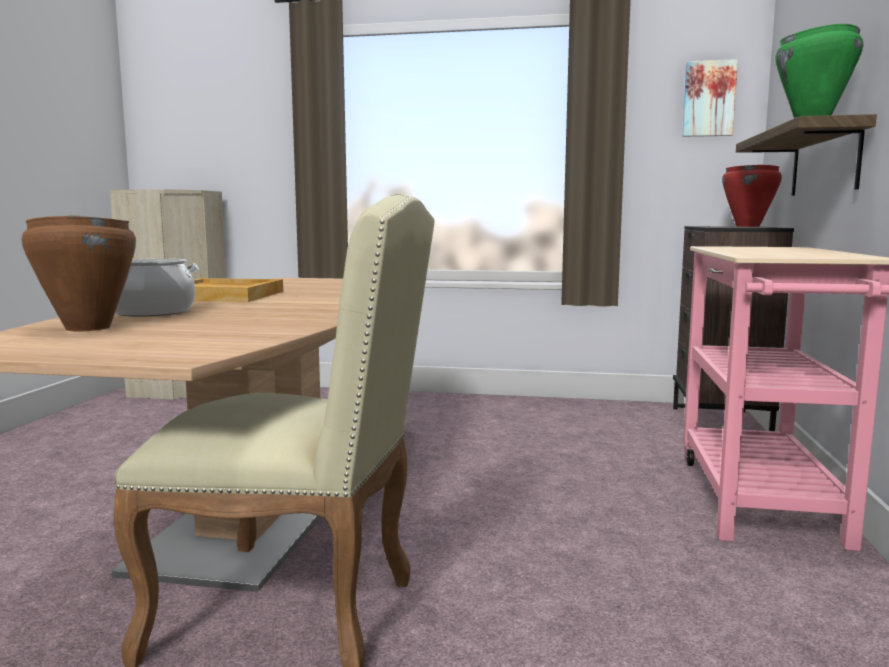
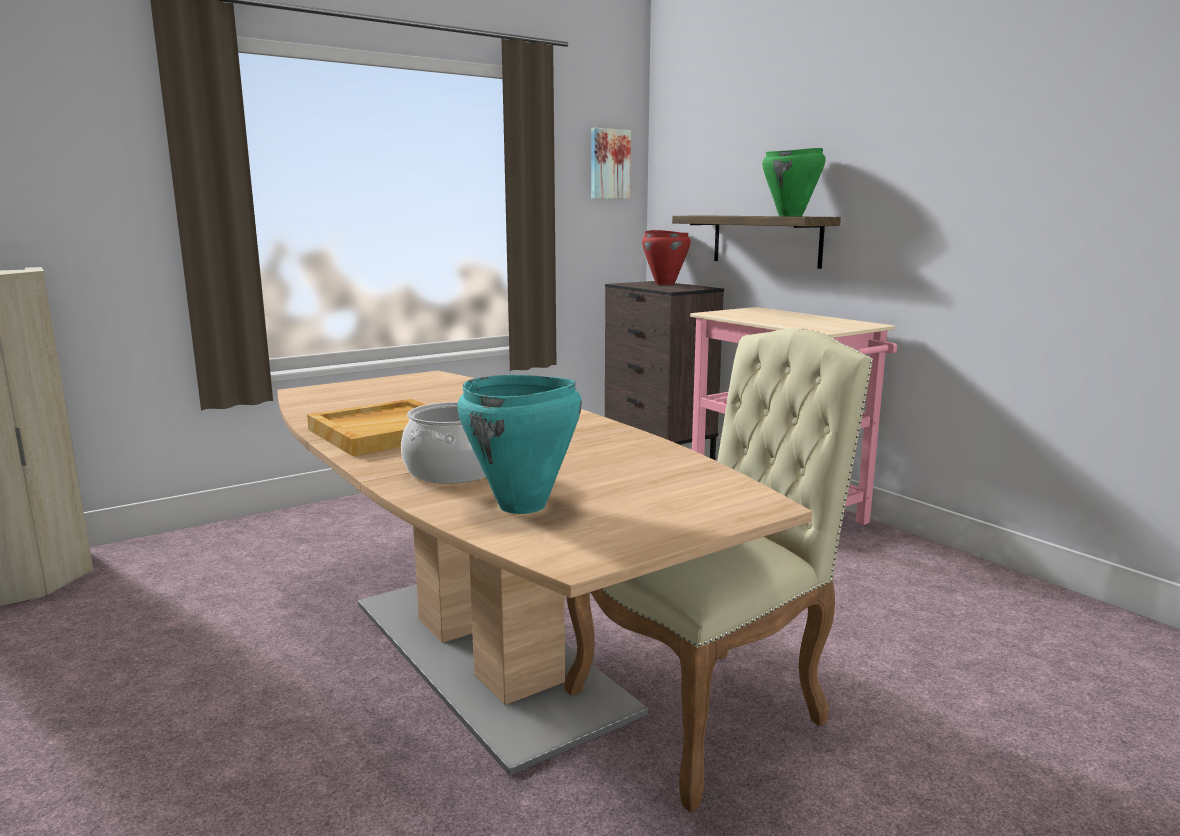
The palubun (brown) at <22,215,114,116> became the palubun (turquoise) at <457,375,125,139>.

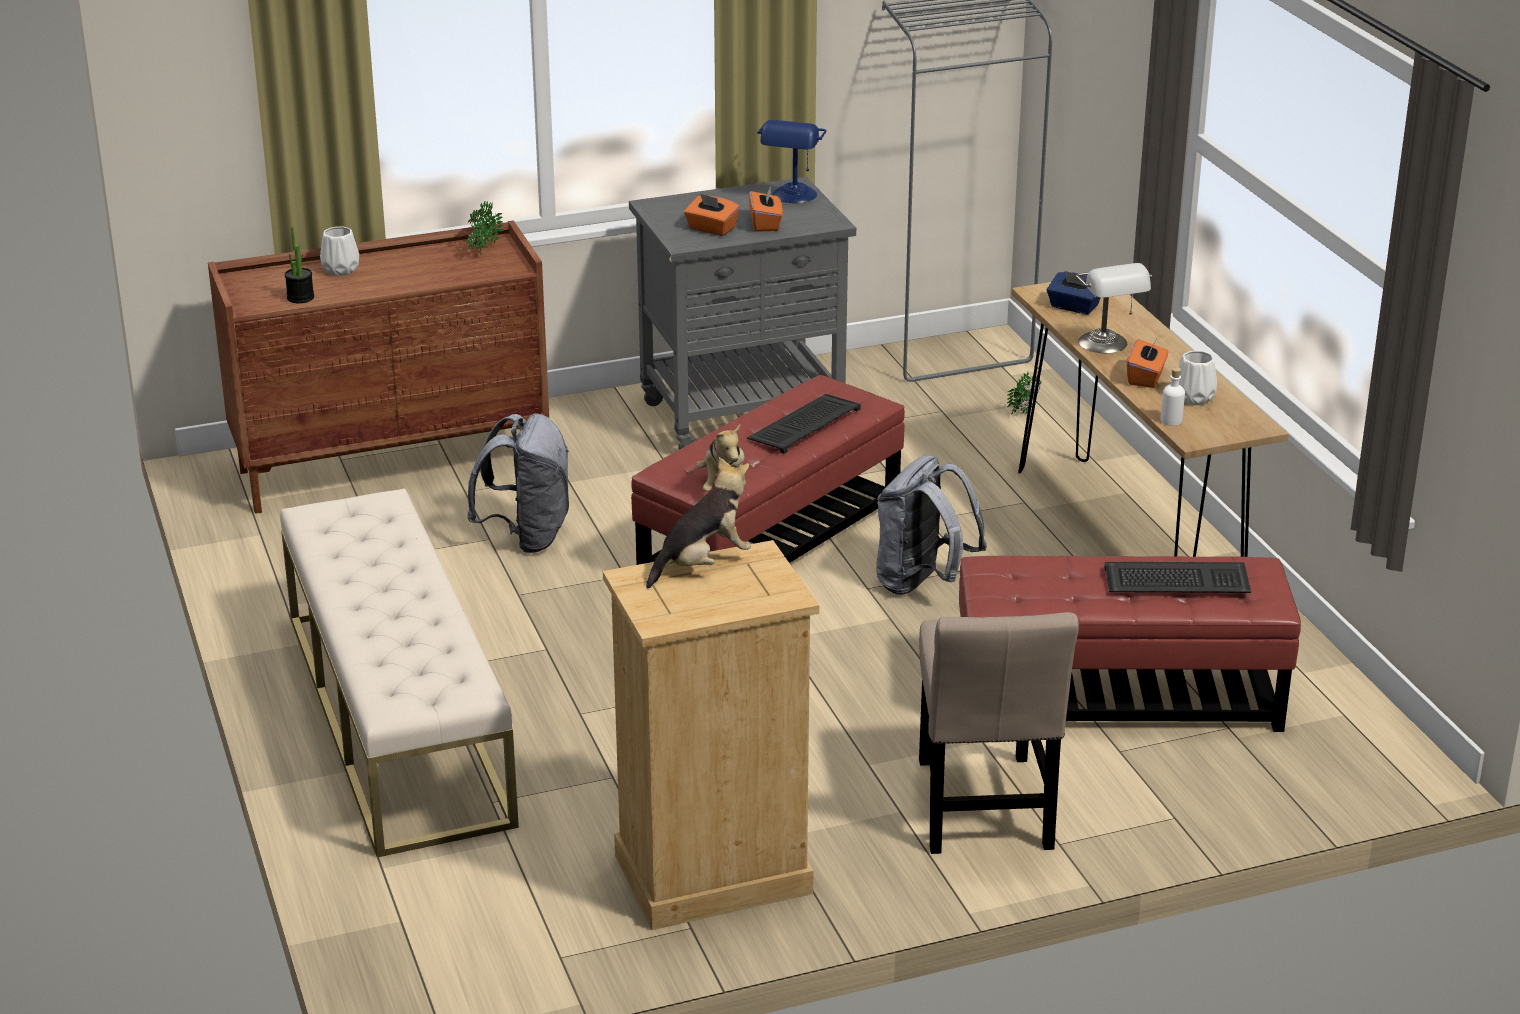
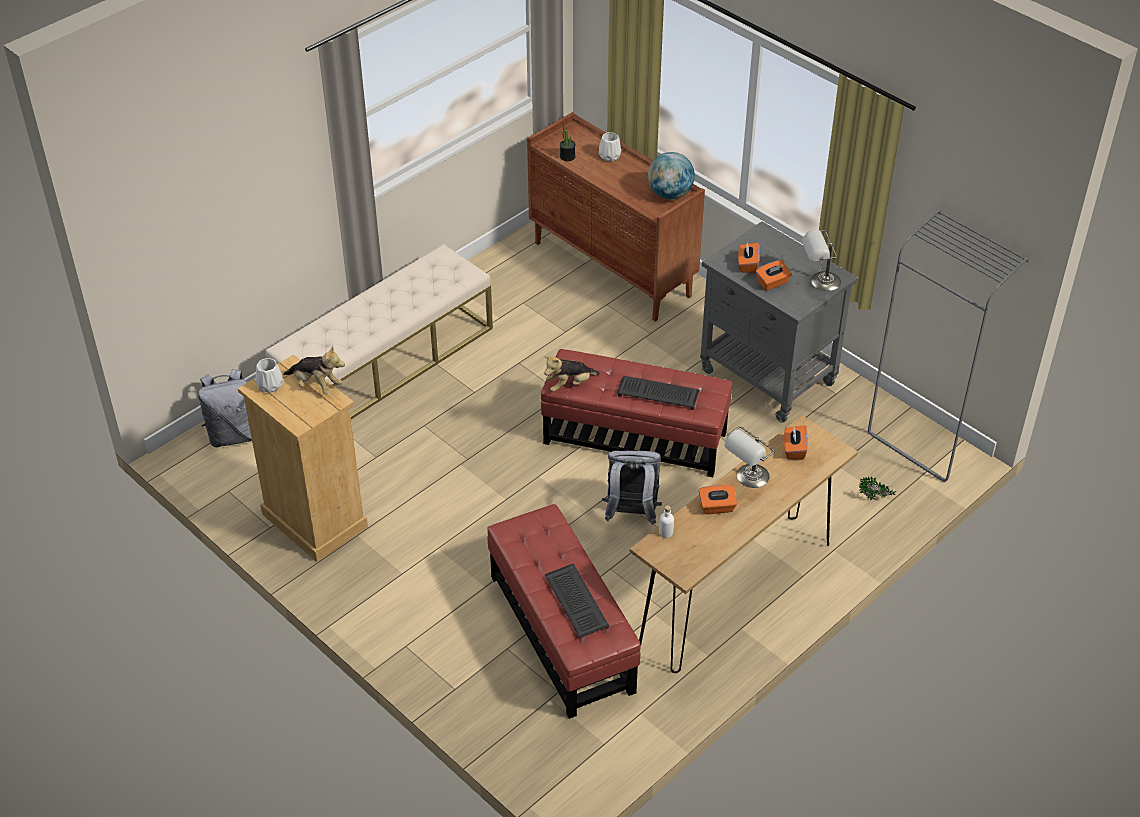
The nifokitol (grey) moved from <467,413,102,140> to <198,369,54,78>.
The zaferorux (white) moved from <1178,351,39,54> to <256,358,27,35>.
The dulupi at <467,200,36,55> was replaced by the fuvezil at <648,152,47,47>.
The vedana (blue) at <1047,270,53,45> became the vedana (orange) at <784,425,24,35>.
The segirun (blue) at <757,120,70,83> became the segirun (white) at <802,229,39,62>.
The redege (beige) at <919,612,160,242> disappeared.

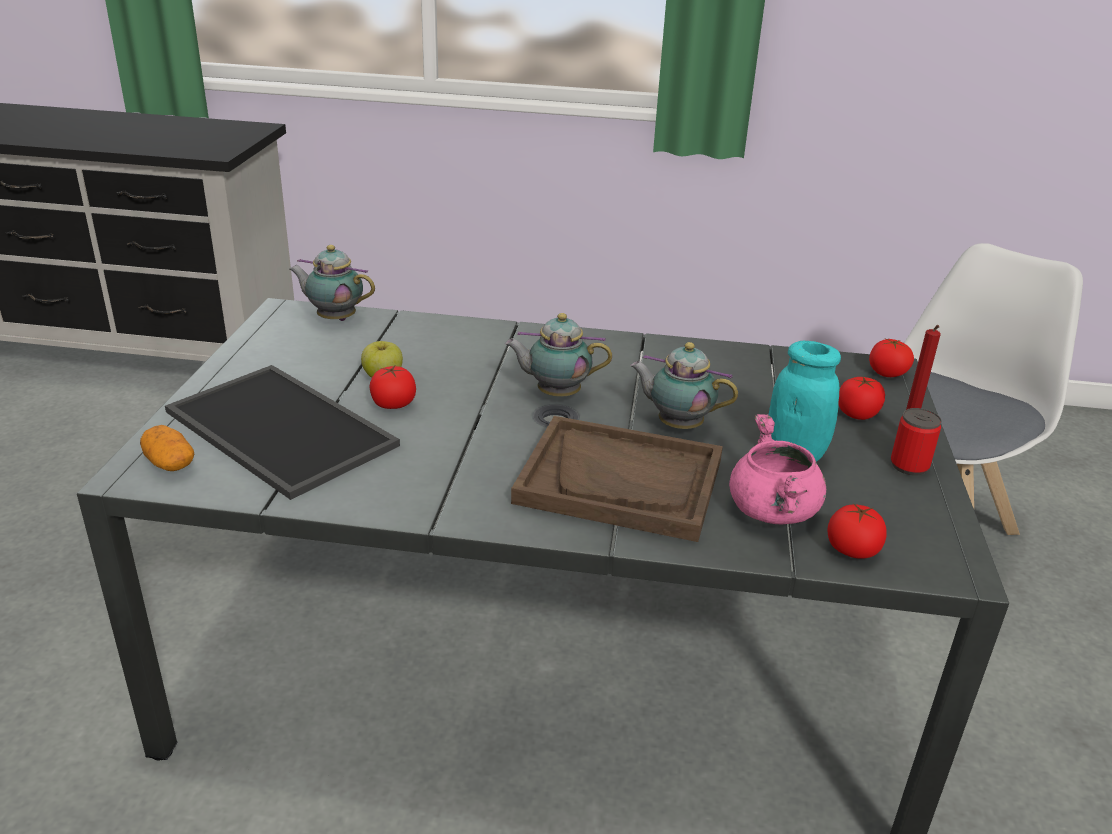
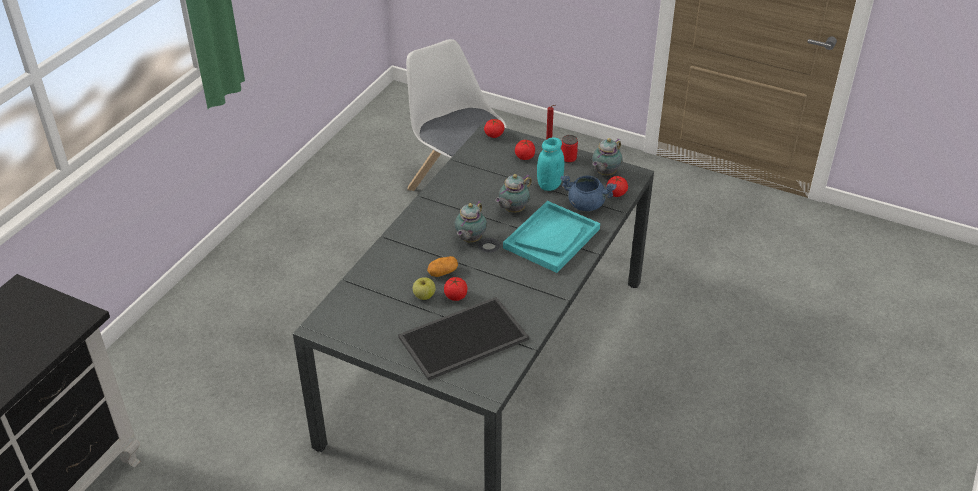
The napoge moved from <140,425,55,46> to <427,256,31,21>.
The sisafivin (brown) at <511,416,212,126> became the sisafivin (turquoise) at <503,201,97,72>.
The palubun (pink) at <729,414,97,110> became the palubun (blue) at <560,175,57,36>.
The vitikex moved from <289,245,86,76> to <592,138,31,38>.

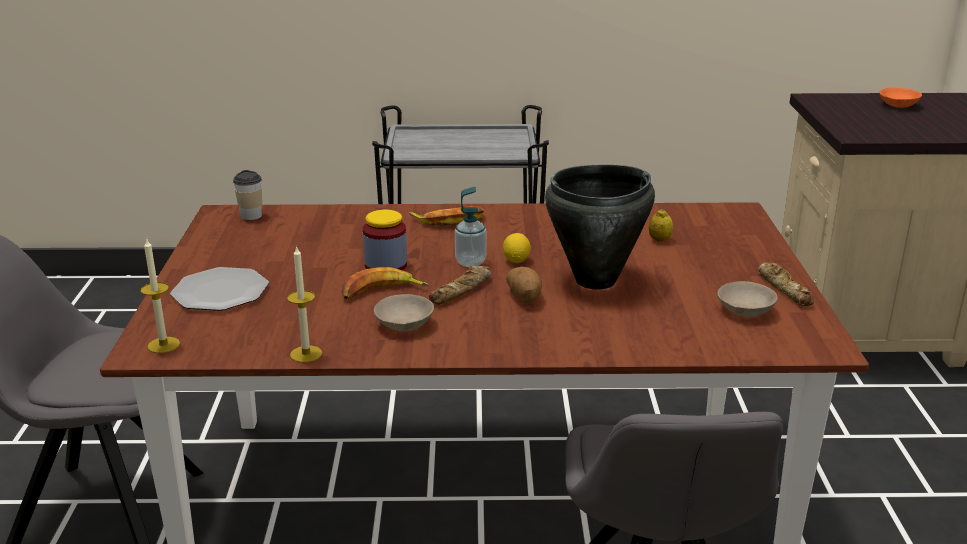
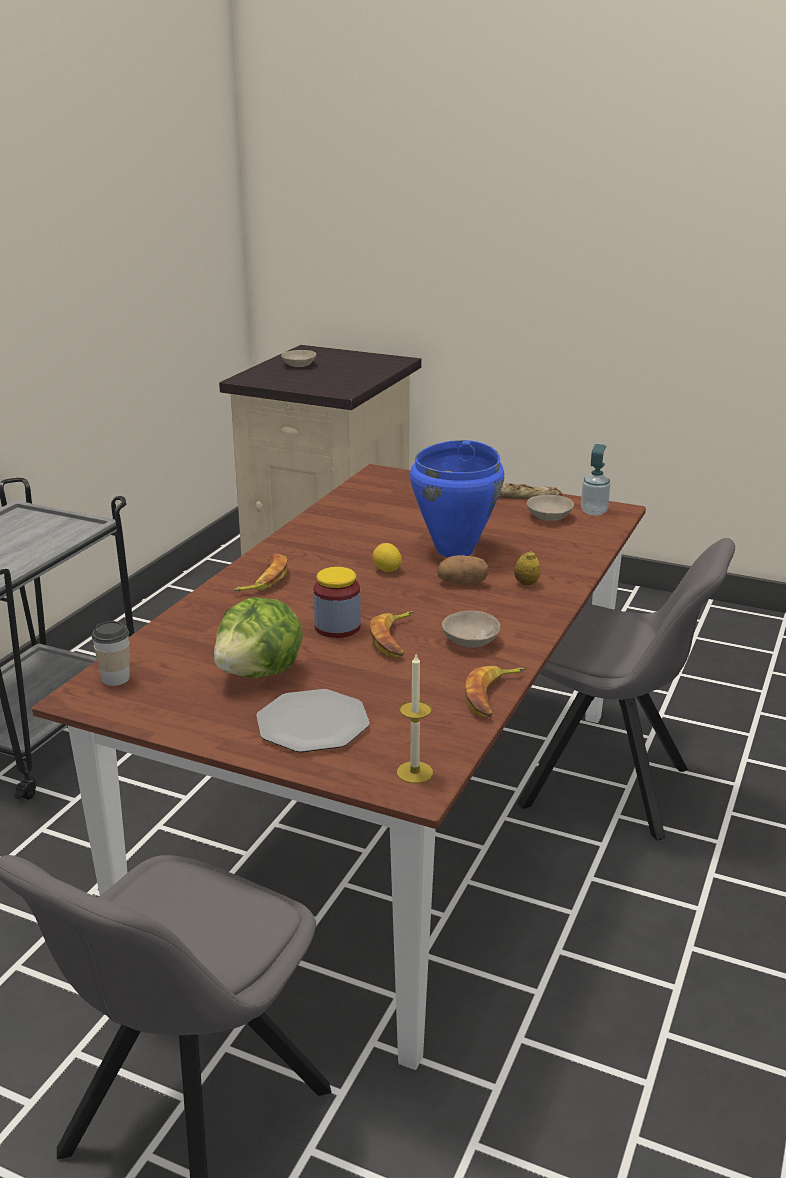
The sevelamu at <214,597,89,81> appeared.
The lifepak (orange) at <879,88,43,20> became the lifepak (beige) at <281,350,35,17>.
The palubun (black) at <545,165,110,124> became the palubun (blue) at <410,440,94,117>.
The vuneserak at <287,245,35,118> was replaced by the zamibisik at <465,666,61,51>.
The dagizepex moved from <649,210,24,32> to <514,551,27,34>.
The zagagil moved from <455,187,32,80> to <581,444,29,72>.
The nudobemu at <429,266,62,39> disappeared.

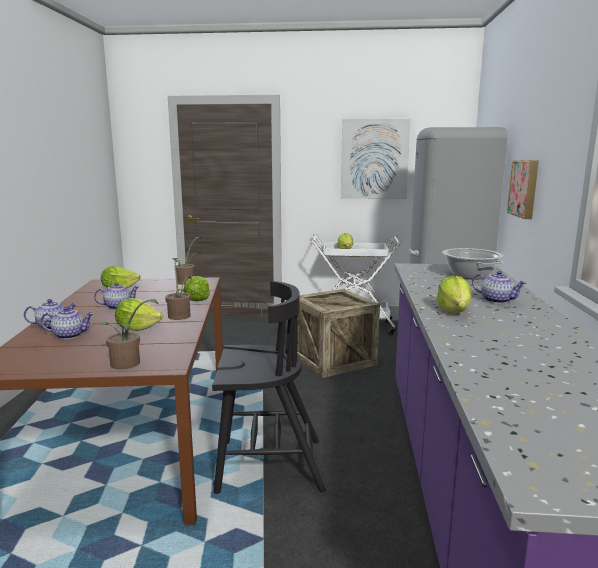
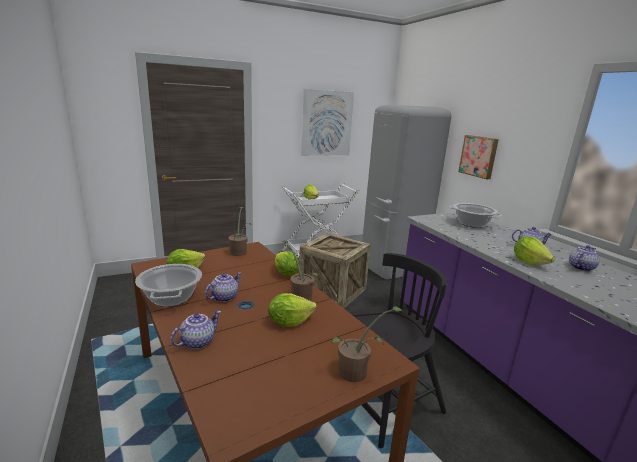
The palubun at <135,264,67,43> appeared.
The vitikex moved from <40,307,54,32> to <569,245,31,26>.

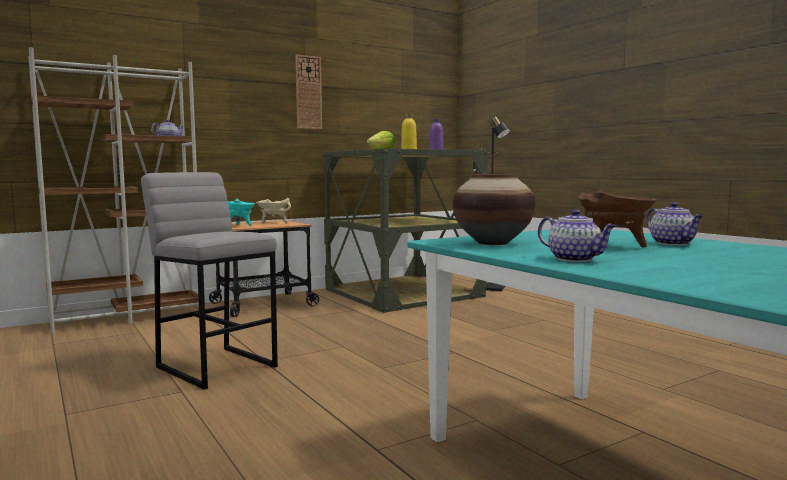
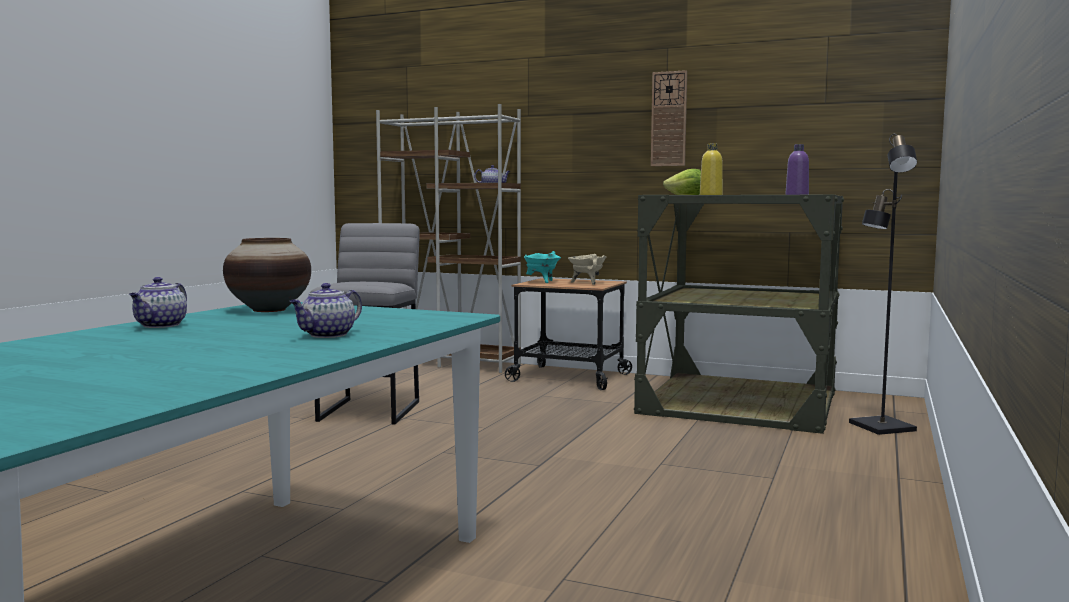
The palubun (brown) at <578,188,79,60> disappeared.

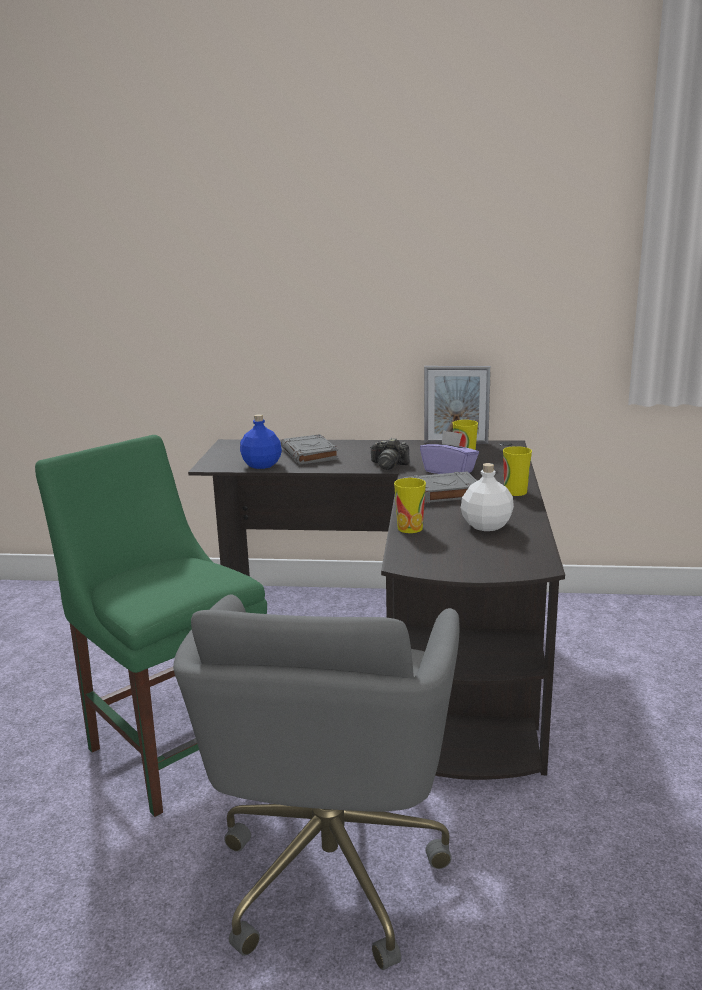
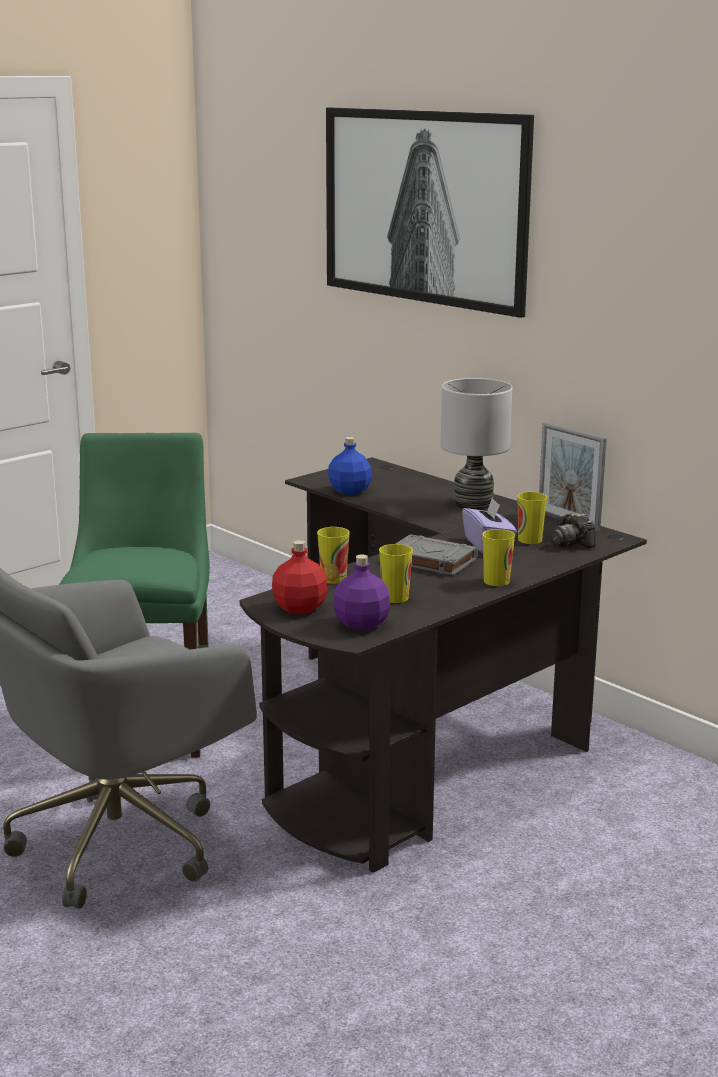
The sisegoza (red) at <272,540,56,74> appeared.
The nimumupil at <326,108,208,210> appeared.
The sisegoza (purple) at <334,554,56,77> appeared.
The sisegoza (white) at <461,463,53,68> was replaced by the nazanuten at <379,544,34,59>.
The segirun (grey) at <441,378,71,131> appeared.
The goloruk moved from <371,438,39,32> to <551,513,45,35>.
The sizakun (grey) at <281,434,58,30> disappeared.

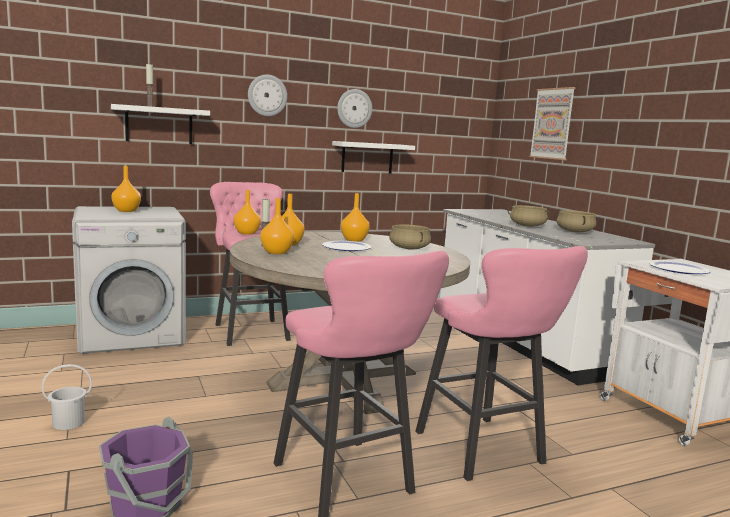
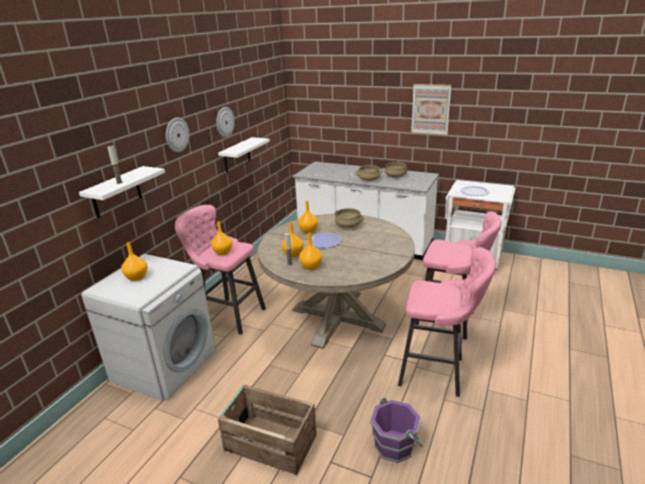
The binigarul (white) at <41,364,51,66> was replaced by the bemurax at <218,384,99,91>.
The nimumupil moved from <529,87,47,73> to <411,84,41,51>.

